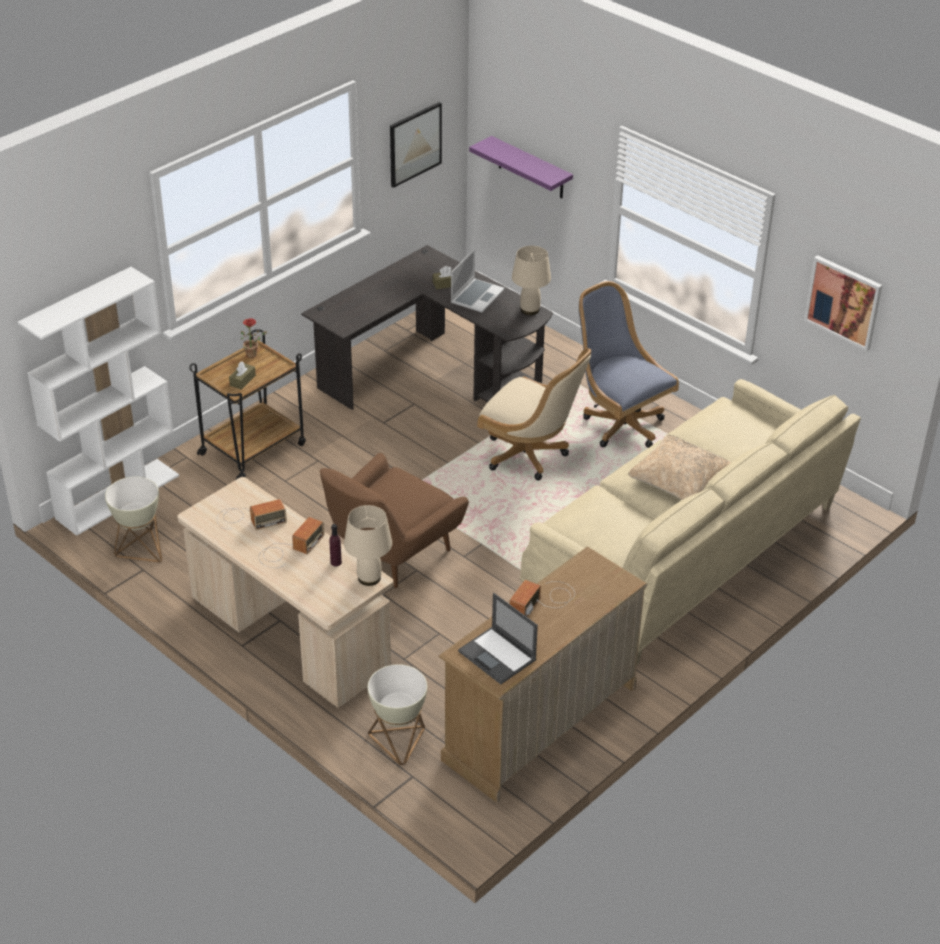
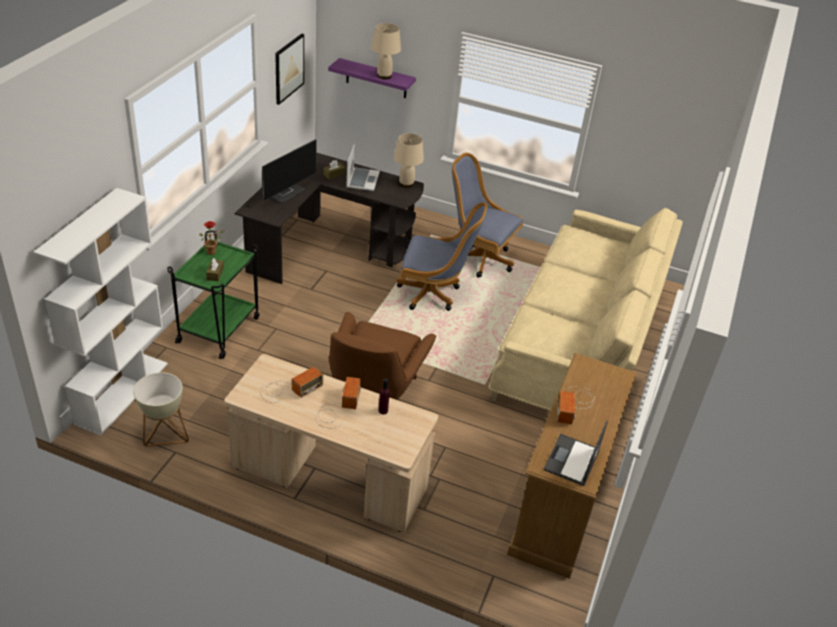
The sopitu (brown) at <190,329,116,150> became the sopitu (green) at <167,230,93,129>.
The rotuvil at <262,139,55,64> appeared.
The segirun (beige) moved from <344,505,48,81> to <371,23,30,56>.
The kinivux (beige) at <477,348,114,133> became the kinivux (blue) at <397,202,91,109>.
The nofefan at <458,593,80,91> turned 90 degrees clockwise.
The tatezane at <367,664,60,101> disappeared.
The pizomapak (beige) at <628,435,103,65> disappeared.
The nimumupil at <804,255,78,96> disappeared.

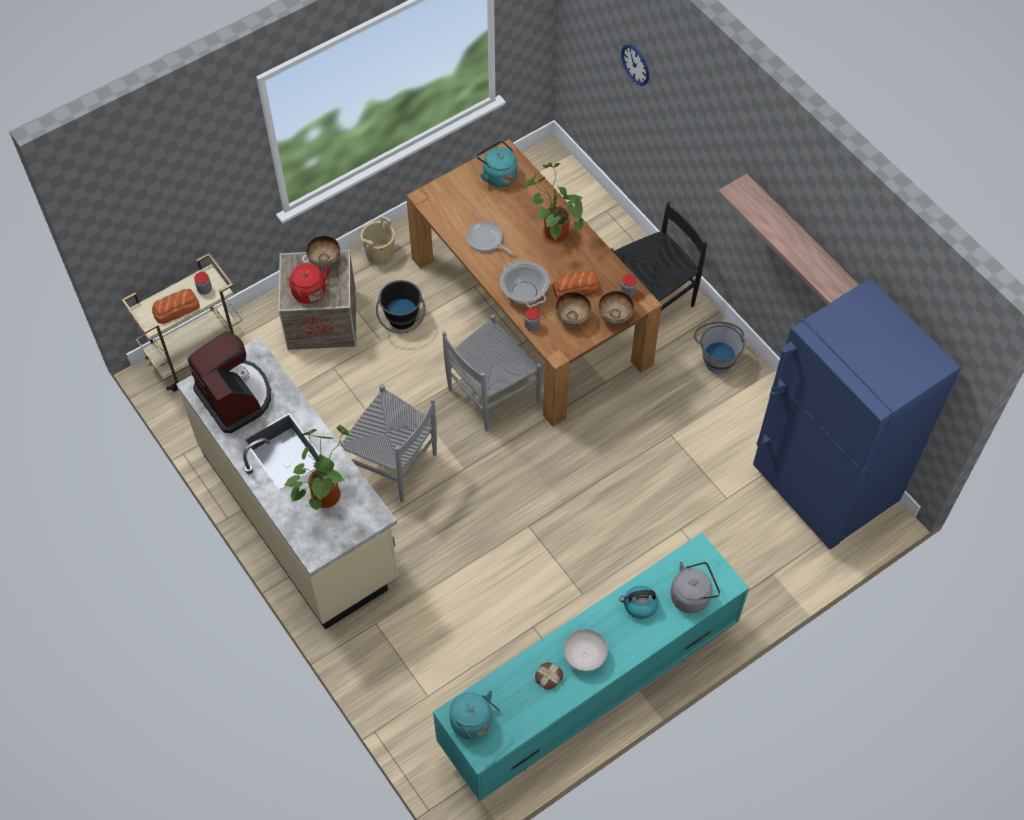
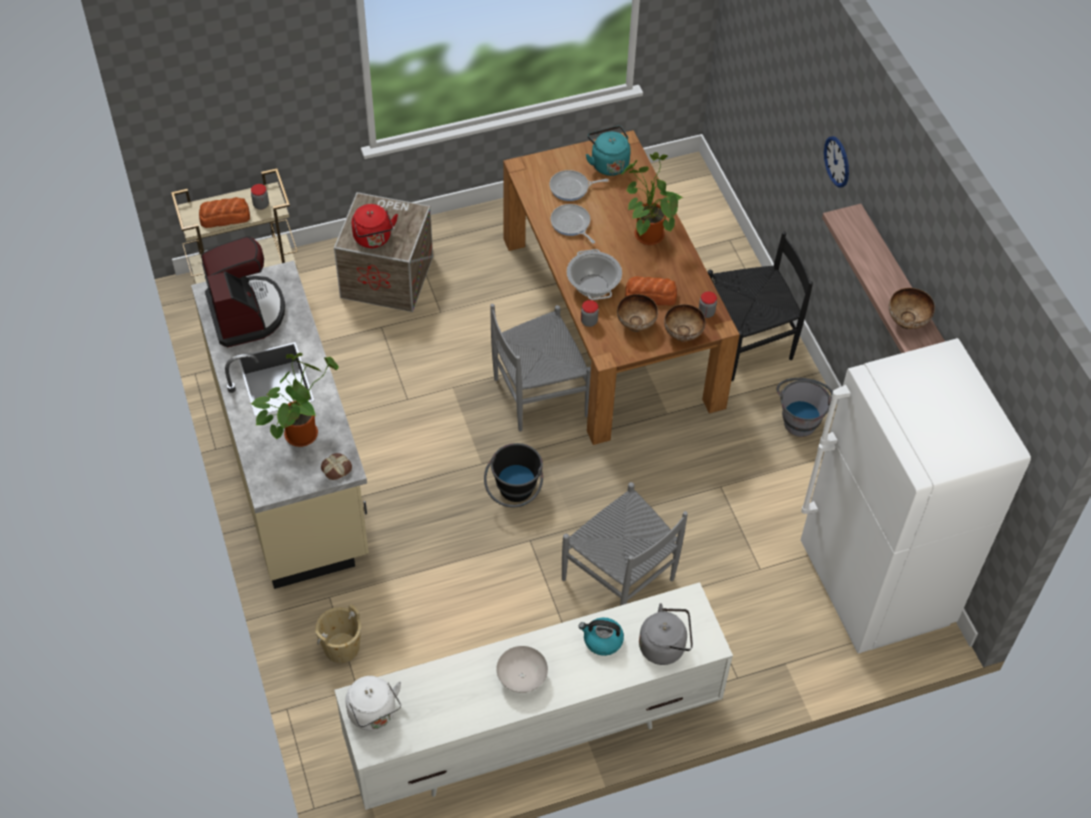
The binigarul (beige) moved from <360,216,35,49> to <315,604,46,59>.
The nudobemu moved from <535,662,28,28> to <321,453,31,27>.
The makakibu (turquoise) at <433,533,316,268> became the makakibu (white) at <334,582,399,228>.
The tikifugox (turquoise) at <449,691,51,48> became the tikifugox (white) at <345,676,57,55>.
The binigarul (black) moved from <376,280,49,54> to <484,443,59,65>.
The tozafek at <549,170,60,31> appeared.
The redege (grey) moved from <338,384,99,118> to <562,482,126,124>.
The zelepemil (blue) at <753,278,207,272> became the zelepemil (white) at <801,338,230,316>.
The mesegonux moved from <621,44,28,42> to <824,136,25,51>.
The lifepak moved from <306,236,34,31> to <889,288,46,41>.

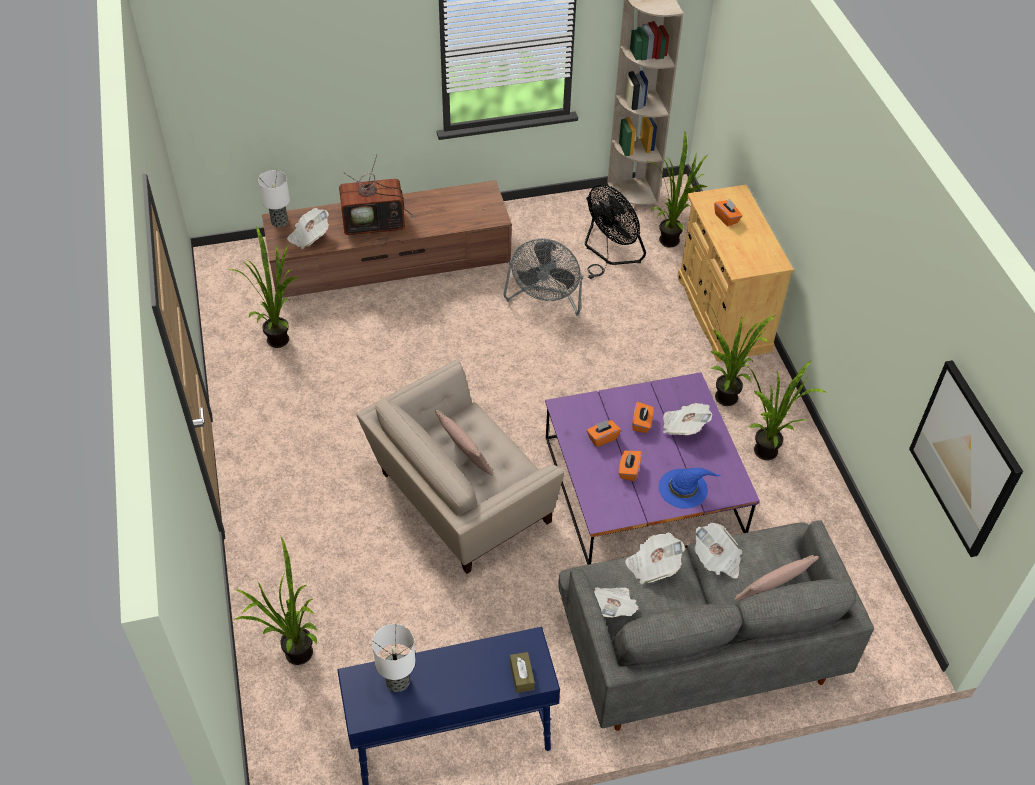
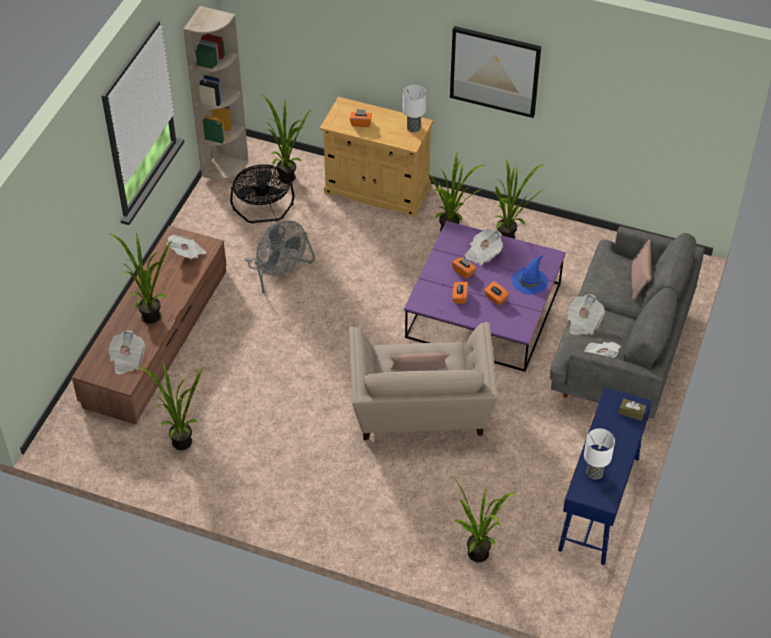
The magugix at <339,155,76,81> was replaced by the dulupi at <110,232,62,92>.
The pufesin moved from <695,523,47,56> to <166,235,40,24>.
The segirun moved from <258,170,32,57> to <403,85,23,48>.
The nimumupil moved from <909,360,114,197> to <450,26,91,92>.

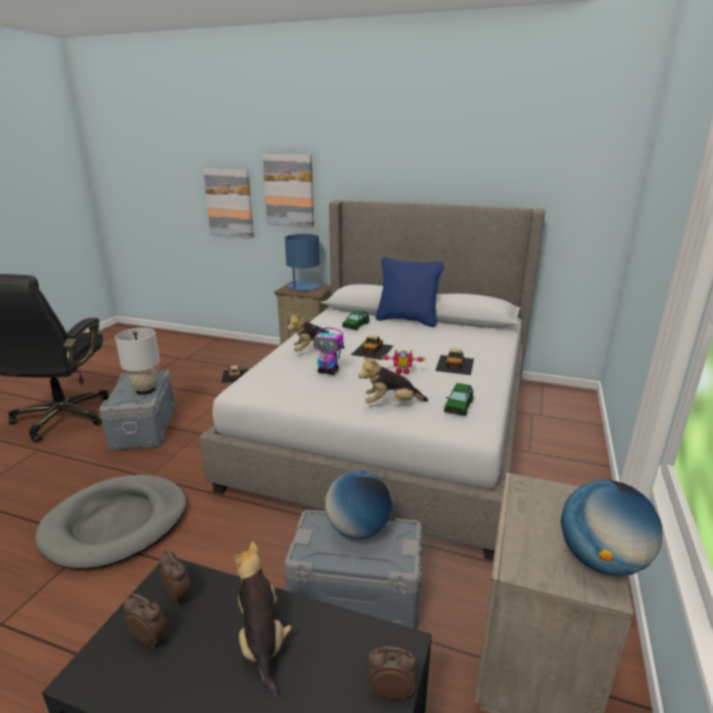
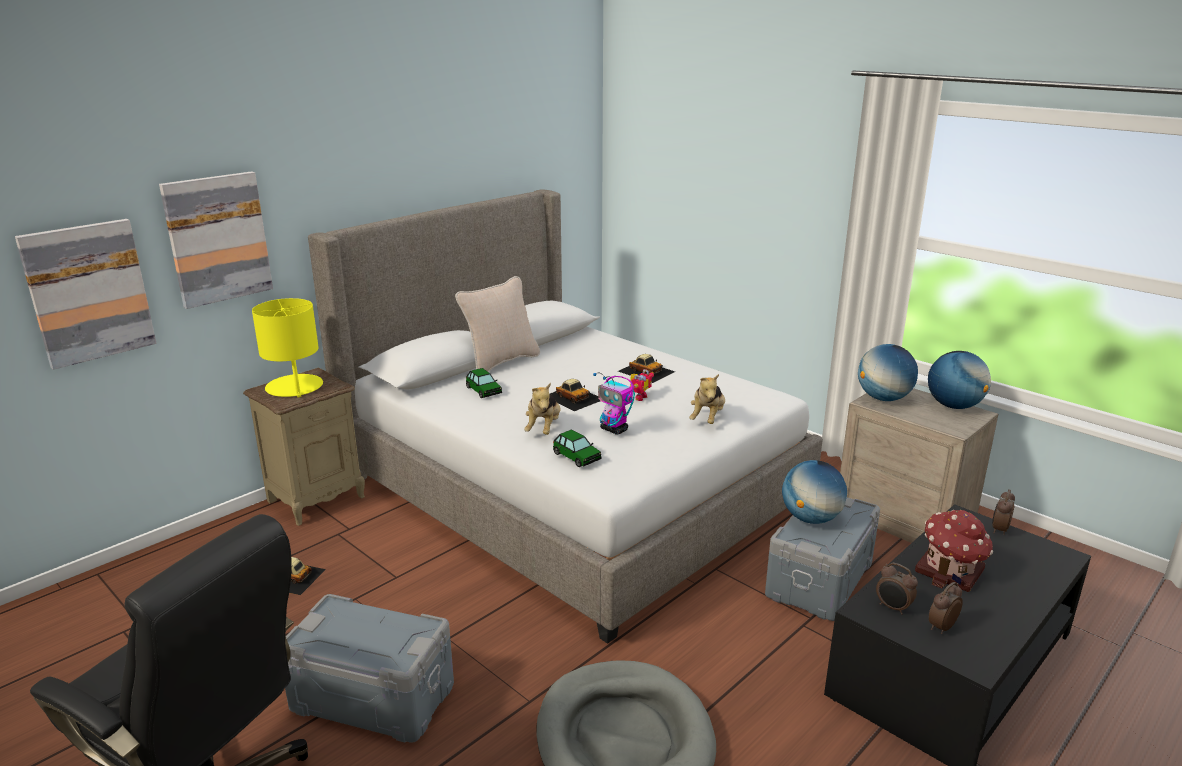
The segirun (blue) at <285,234,36,57> became the segirun (yellow) at <252,298,71,99>.
The pizomapak (blue) at <376,257,68,70> became the pizomapak (beige) at <455,276,85,96>.
The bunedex moved from <444,383,30,33> to <553,429,49,38>.
The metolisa at <313,326,31,49> turned 90 degrees clockwise.
The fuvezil at <858,344,60,57> appeared.
The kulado at <159,550,33,55> turned 120 degrees counterclockwise.
The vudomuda at <233,541,59,157> was replaced by the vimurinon at <915,510,78,82>.
The segirun (white) at <115,327,45,68> disappeared.

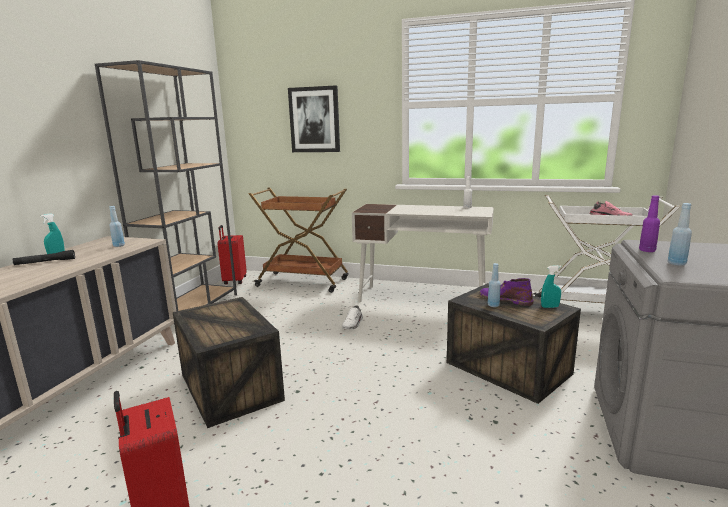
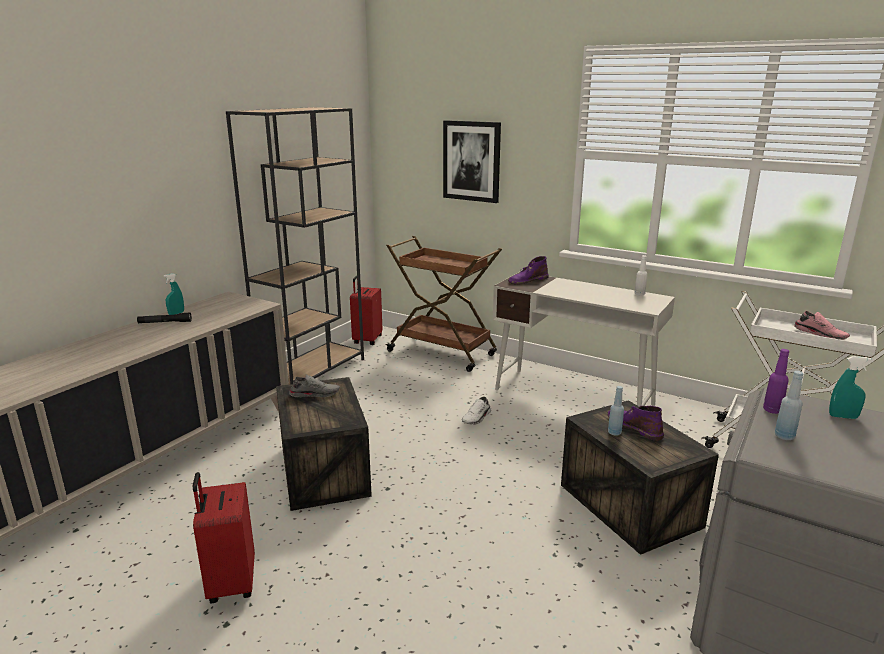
The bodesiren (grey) at <289,374,51,23> appeared.
The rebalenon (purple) at <508,256,41,28> appeared.
The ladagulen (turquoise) moved from <541,265,21,43> to <829,356,42,63>.
The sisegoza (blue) at <109,206,16,41> disappeared.

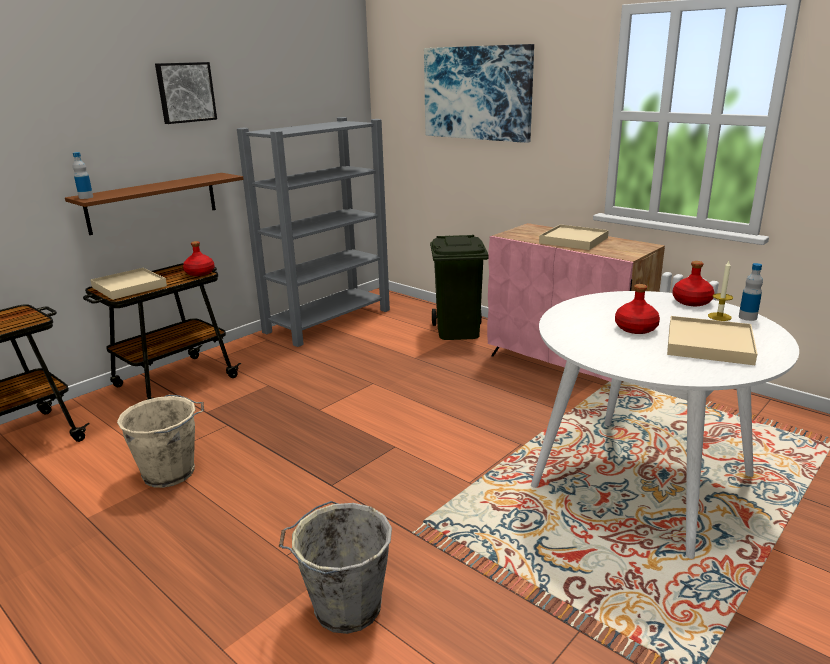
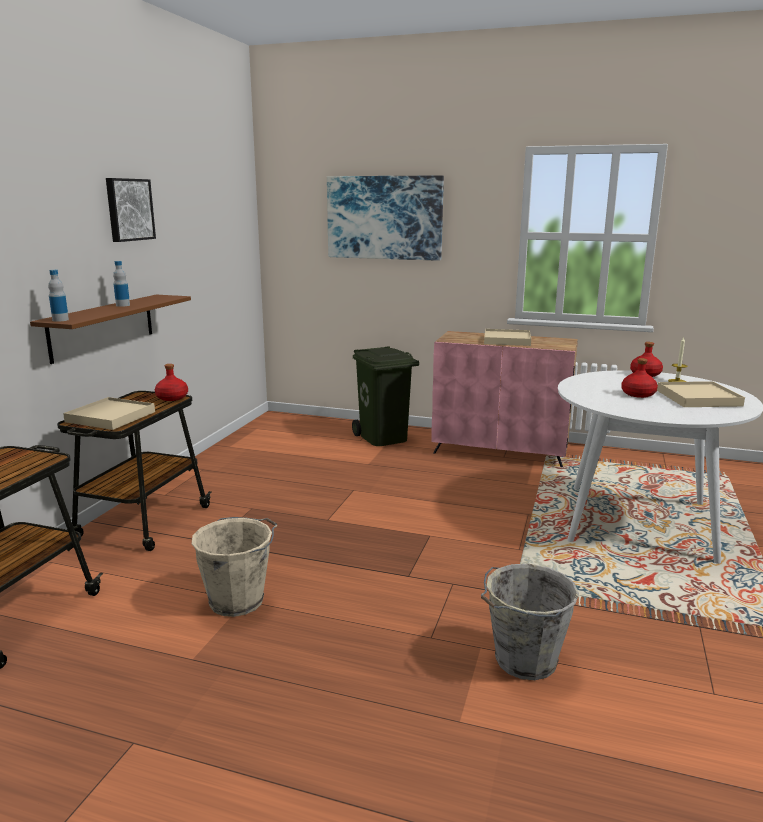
The sisegoza moved from <739,263,24,58> to <113,261,17,46>.
The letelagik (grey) at <237,117,153,230> disappeared.

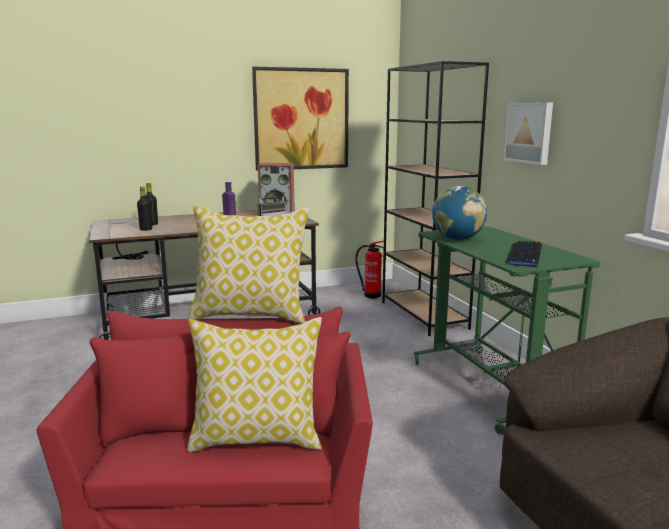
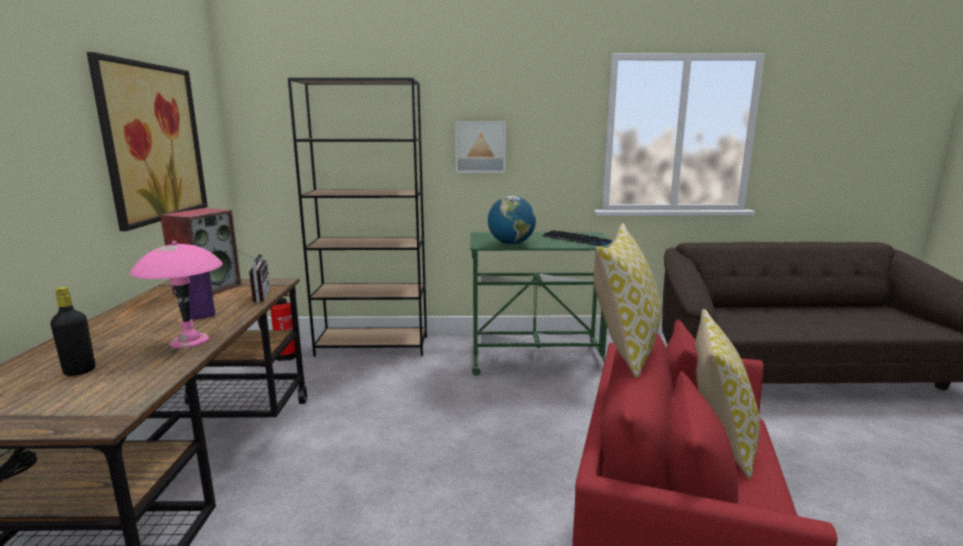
The segirun (pink) at <130,241,93,107> appeared.
The sisegoza (black) at <137,186,15,45> disappeared.

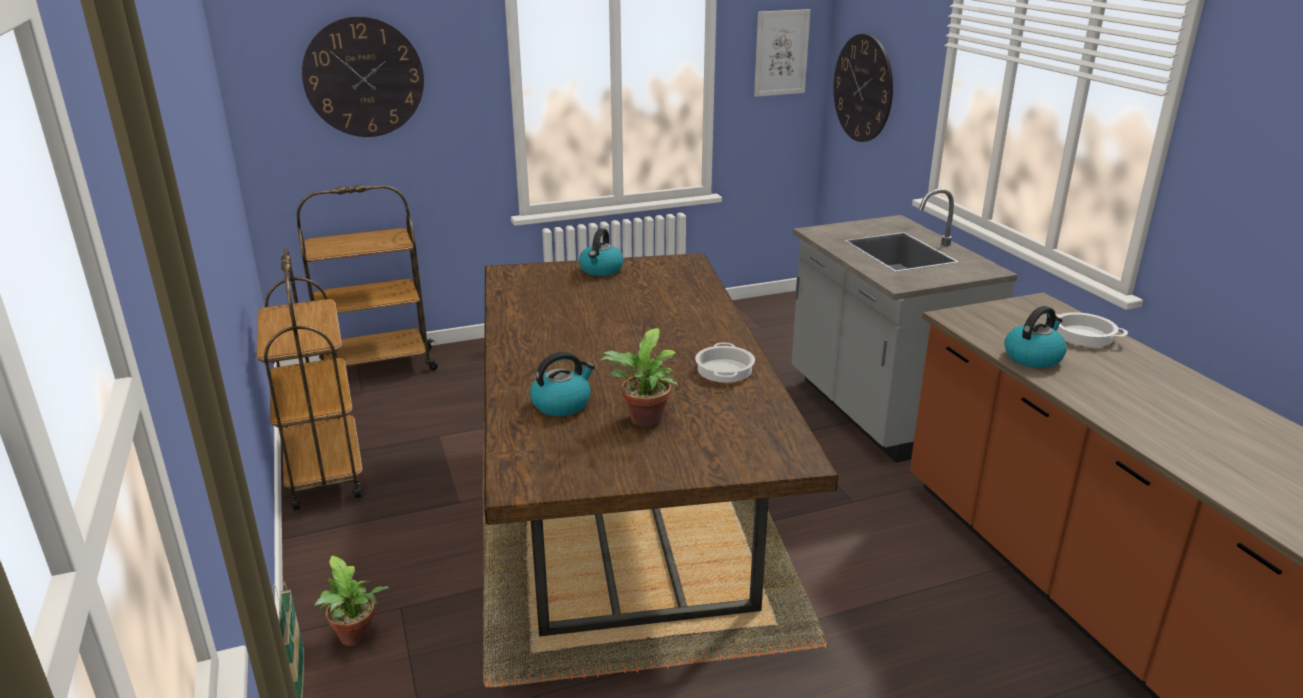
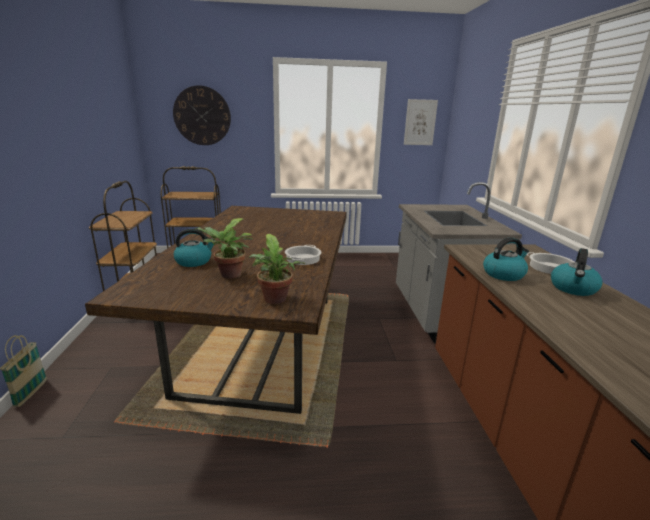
The dulupi moved from <314,556,75,90> to <249,234,57,70>.
The tikifugox moved from <579,228,45,48> to <551,248,52,48>.
The mesegonux at <834,34,59,108> disappeared.

